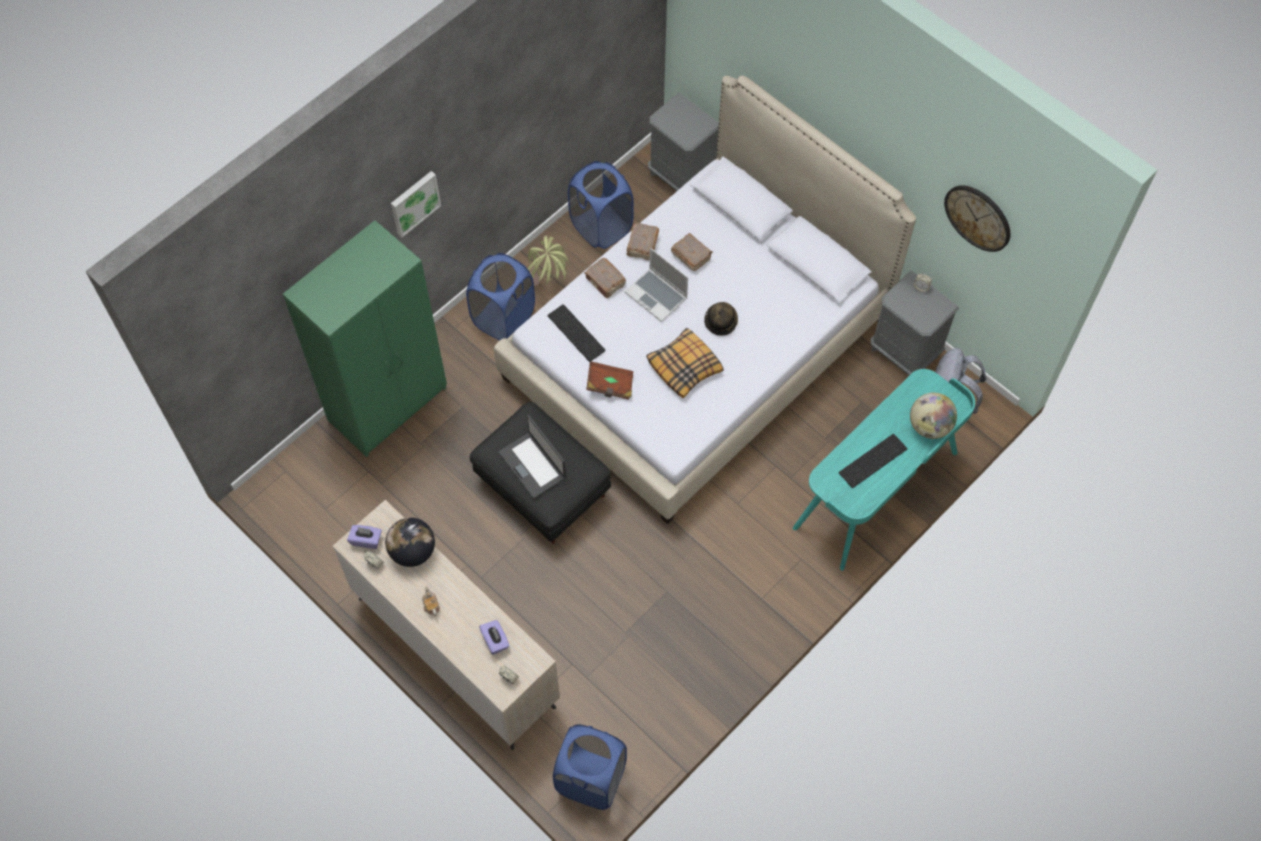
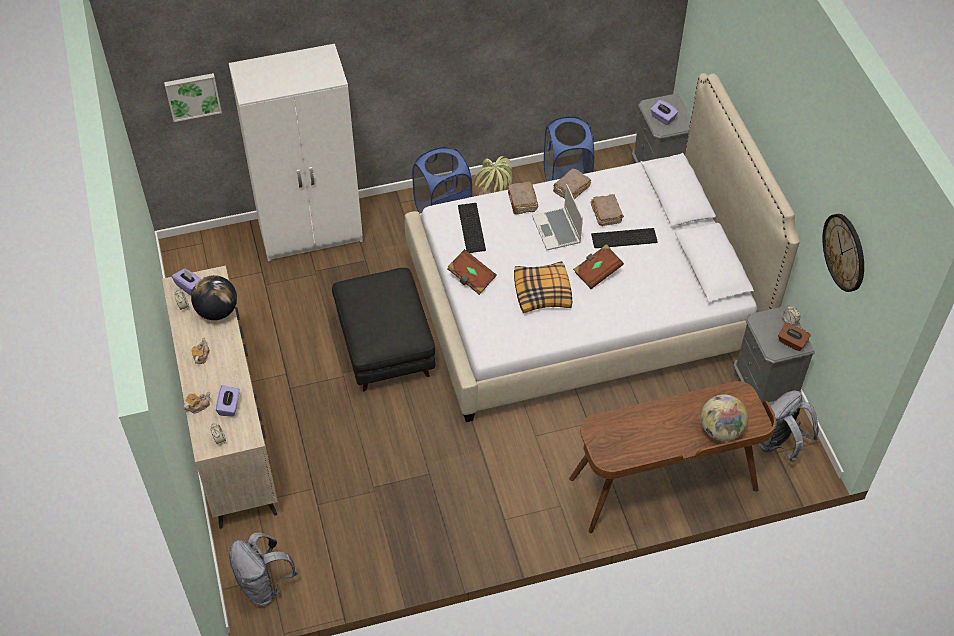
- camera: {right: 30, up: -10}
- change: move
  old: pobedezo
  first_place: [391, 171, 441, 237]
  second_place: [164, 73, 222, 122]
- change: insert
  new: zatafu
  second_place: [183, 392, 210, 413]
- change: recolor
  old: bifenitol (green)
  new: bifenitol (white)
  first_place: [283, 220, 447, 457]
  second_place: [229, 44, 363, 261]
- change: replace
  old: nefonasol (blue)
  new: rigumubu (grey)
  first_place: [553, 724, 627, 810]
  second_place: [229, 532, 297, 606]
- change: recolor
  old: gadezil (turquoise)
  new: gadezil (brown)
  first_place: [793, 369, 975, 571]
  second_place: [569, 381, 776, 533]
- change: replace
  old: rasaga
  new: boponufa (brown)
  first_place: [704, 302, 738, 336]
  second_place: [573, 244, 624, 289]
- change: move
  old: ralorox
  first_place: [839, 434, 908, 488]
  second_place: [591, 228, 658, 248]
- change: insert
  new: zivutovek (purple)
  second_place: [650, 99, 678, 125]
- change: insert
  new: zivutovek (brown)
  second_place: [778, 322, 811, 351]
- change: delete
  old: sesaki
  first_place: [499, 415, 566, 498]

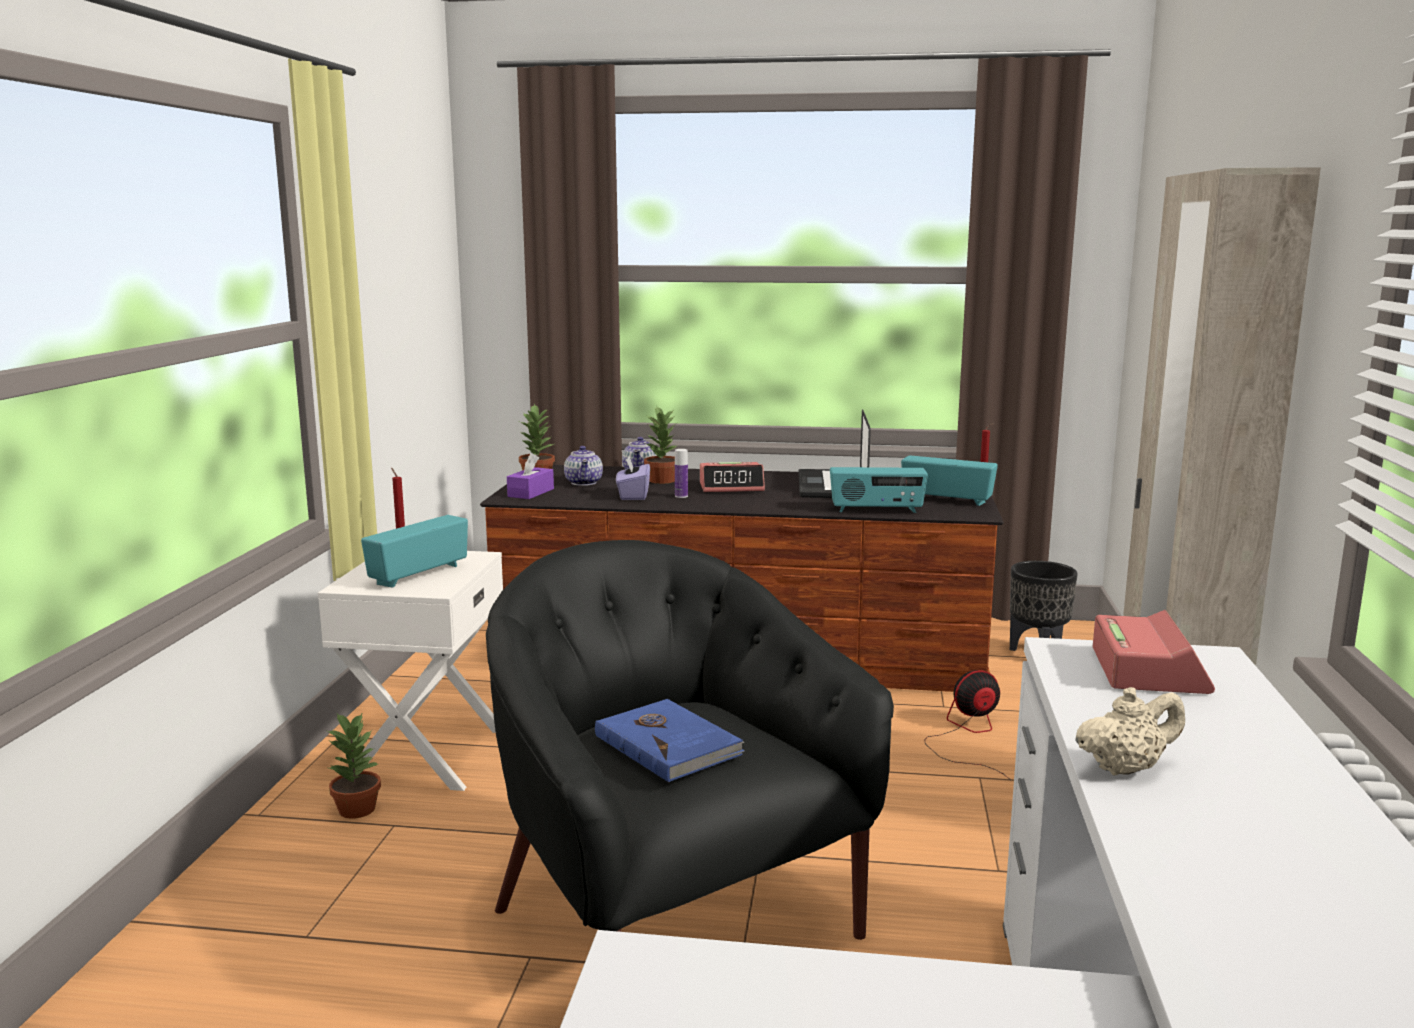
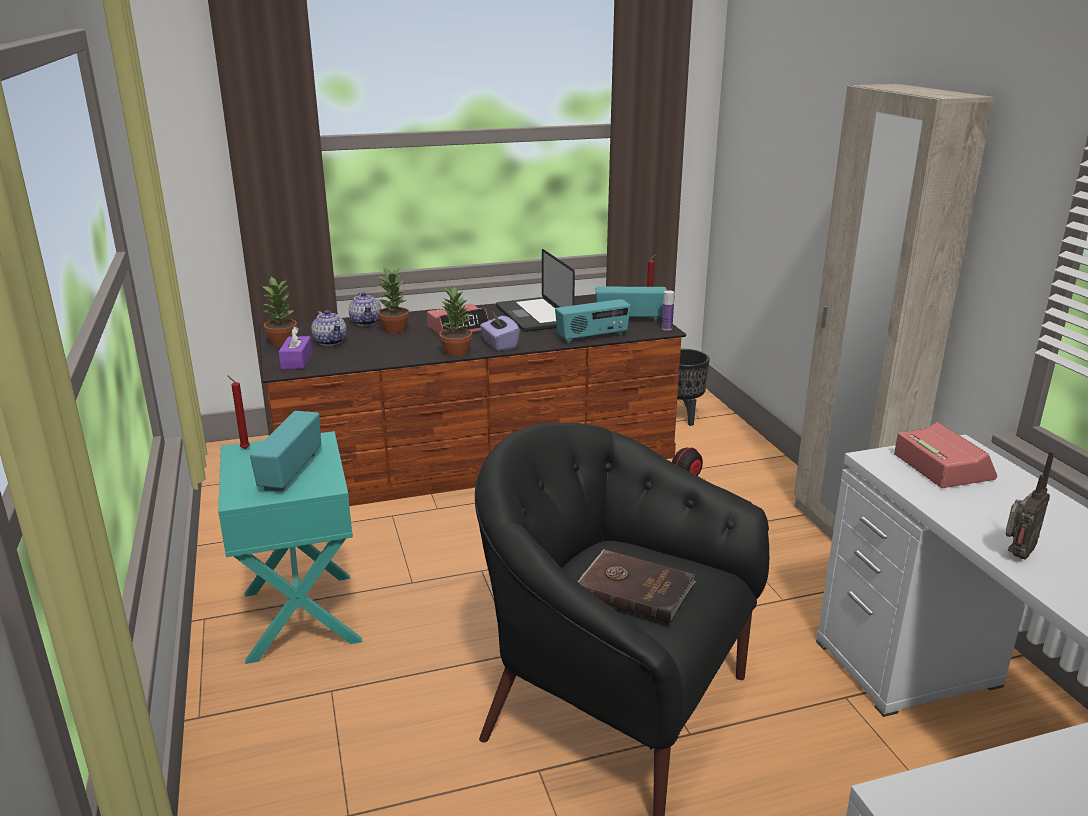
- camera: {right: -25, up: 10}
- change: recolor
  old: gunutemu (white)
  new: gunutemu (turquoise)
  first_place: [318, 551, 503, 791]
  second_place: [218, 431, 363, 664]
- change: move
  old: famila
  first_place: [327, 712, 381, 819]
  second_place: [439, 286, 473, 357]
- change: move
  old: zivutovek (purple)
  first_place: [616, 456, 650, 500]
  second_place: [480, 313, 520, 351]
- change: recolor
  old: boponufa (blue)
  new: boponufa (brown)
  first_place: [595, 699, 745, 782]
  second_place: [578, 549, 696, 624]
- change: move
  old: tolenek
  first_place: [675, 449, 688, 498]
  second_place: [662, 290, 674, 331]
- change: replace
  old: zatafu (beige)
  new: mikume
  first_place: [1075, 687, 1185, 776]
  second_place: [1006, 451, 1054, 560]

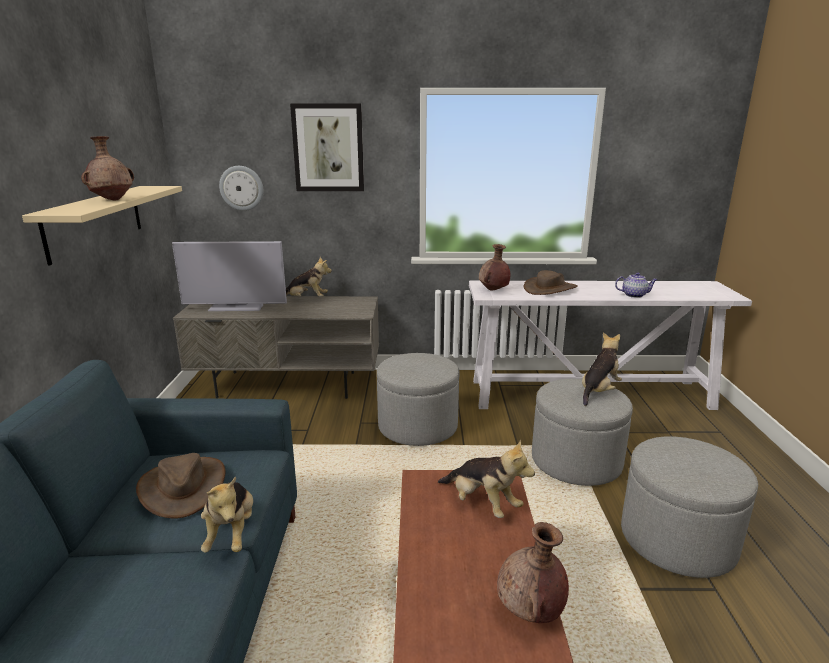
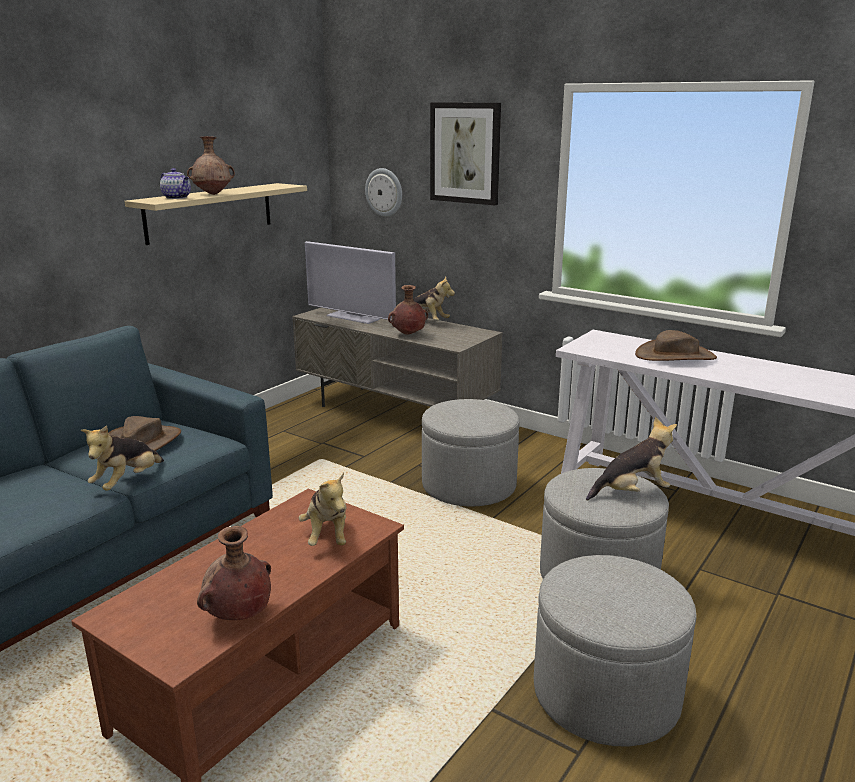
- camera: {right: 35, up: 0}
- change: move
  old: zatafu
  first_place: [615, 272, 658, 298]
  second_place: [160, 168, 191, 199]
- change: move
  old: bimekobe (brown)
  first_place: [479, 244, 510, 290]
  second_place: [388, 285, 428, 334]

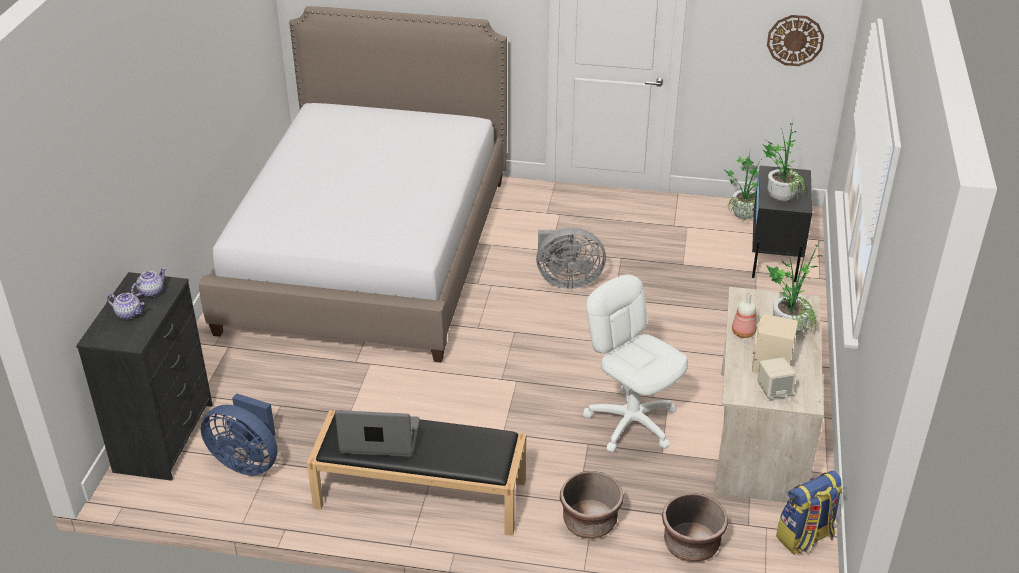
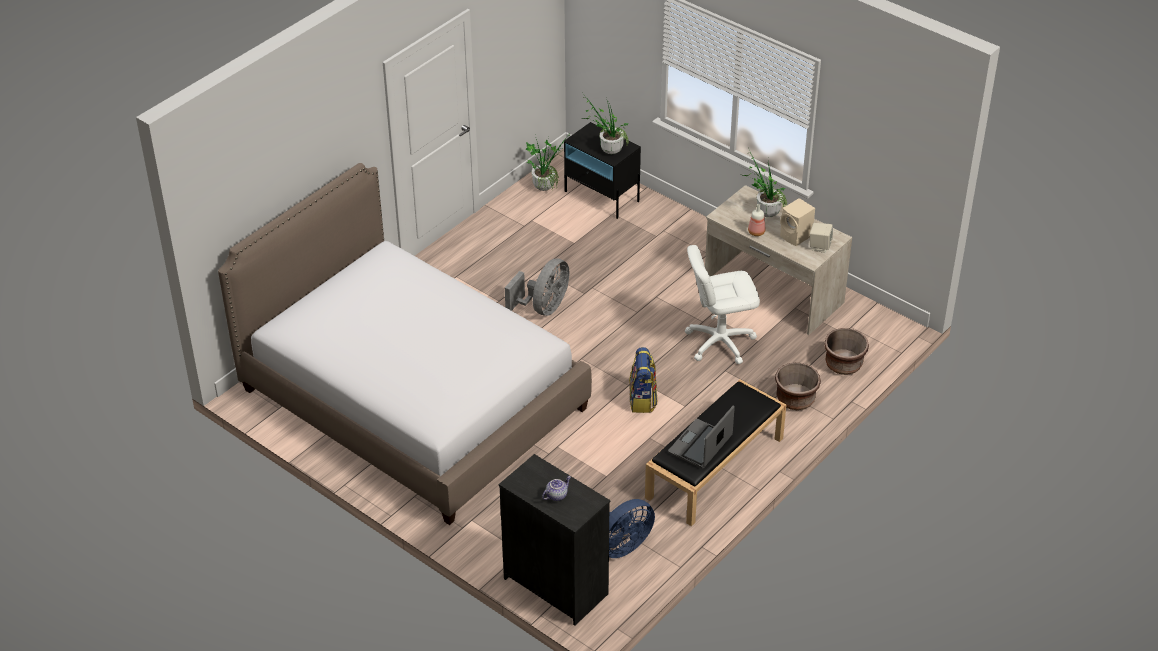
- camera: {right: -60, up: 5}
- change: move
  old: rigumubu
  first_place: [776, 471, 843, 554]
  second_place: [629, 347, 657, 413]
- change: delete
  old: zatafu
  first_place: [131, 267, 166, 297]
- change: delete
  old: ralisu
  first_place: [767, 15, 824, 66]

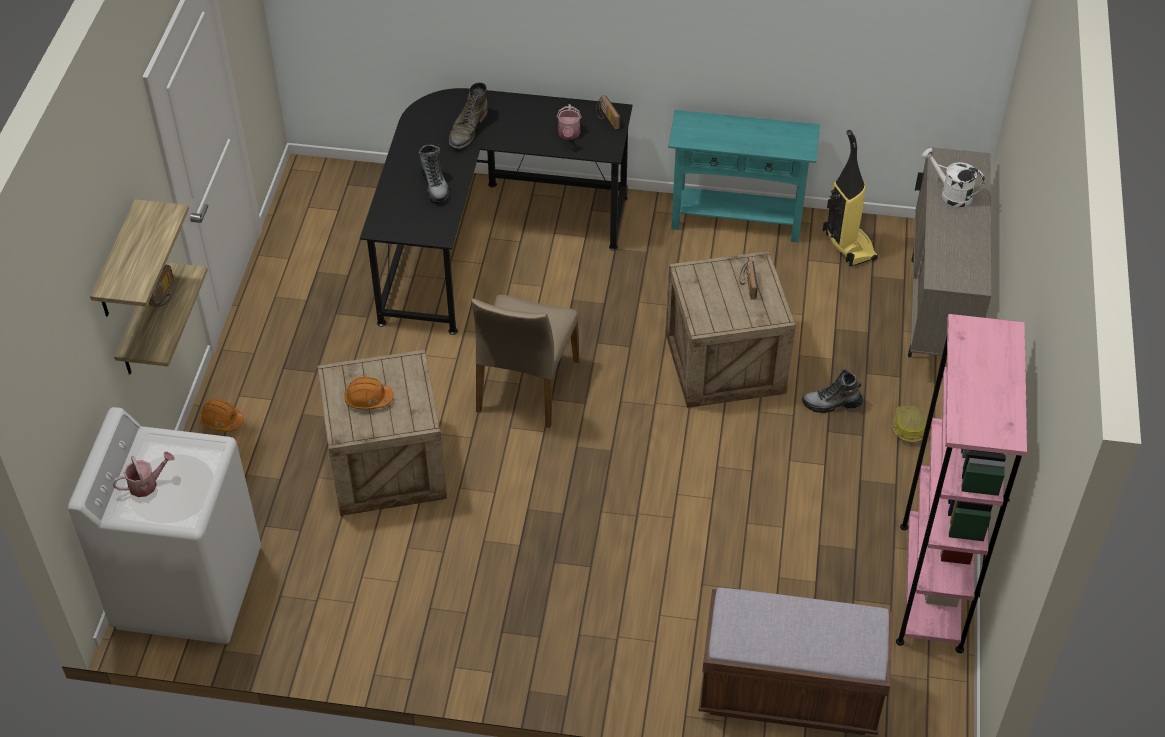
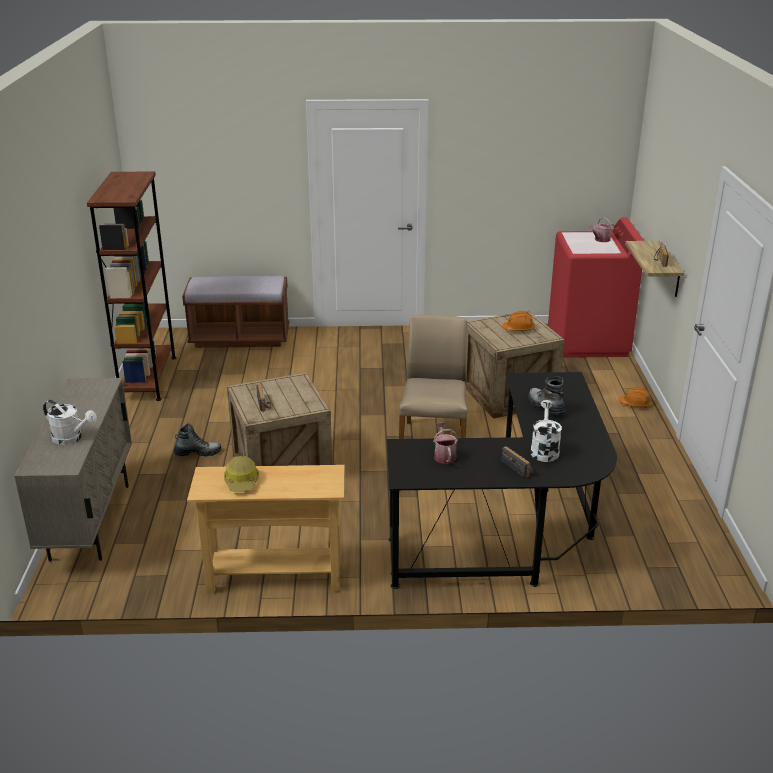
- camera: {right: 170, up: -20}
- change: recolor
  old: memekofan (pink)
  new: memekofan (brown)
  first_place: [896, 314, 1027, 653]
  second_place: [87, 172, 176, 401]
- change: recolor
  old: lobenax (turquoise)
  new: lobenax (beige)
  first_place: [668, 110, 820, 242]
  second_place: [187, 465, 345, 594]
- change: move
  old: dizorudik
  first_place: [892, 406, 926, 443]
  second_place: [224, 456, 259, 492]
- change: move
  old: mikume
  first_place: [596, 95, 620, 129]
  second_place: [502, 446, 533, 478]
- change: replace
  old: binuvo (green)
  new: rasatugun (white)
  first_place: [449, 82, 487, 149]
  second_place: [530, 400, 562, 462]
- change: recolor
  old: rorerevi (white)
  new: rorerevi (red)
  first_place: [68, 407, 261, 644]
  second_place: [548, 218, 644, 358]
- change: delete
  old: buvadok
  first_place: [90, 199, 189, 317]
- change: delete
  old: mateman
  first_place: [823, 130, 878, 267]

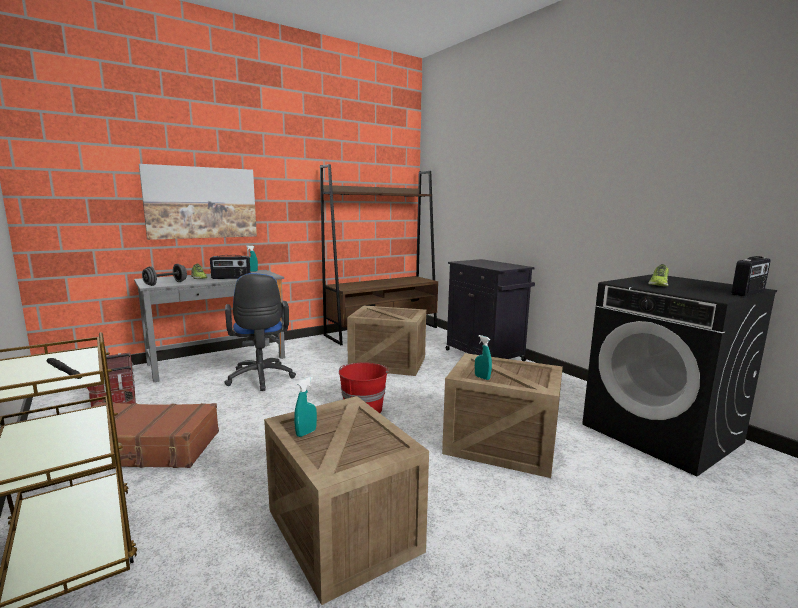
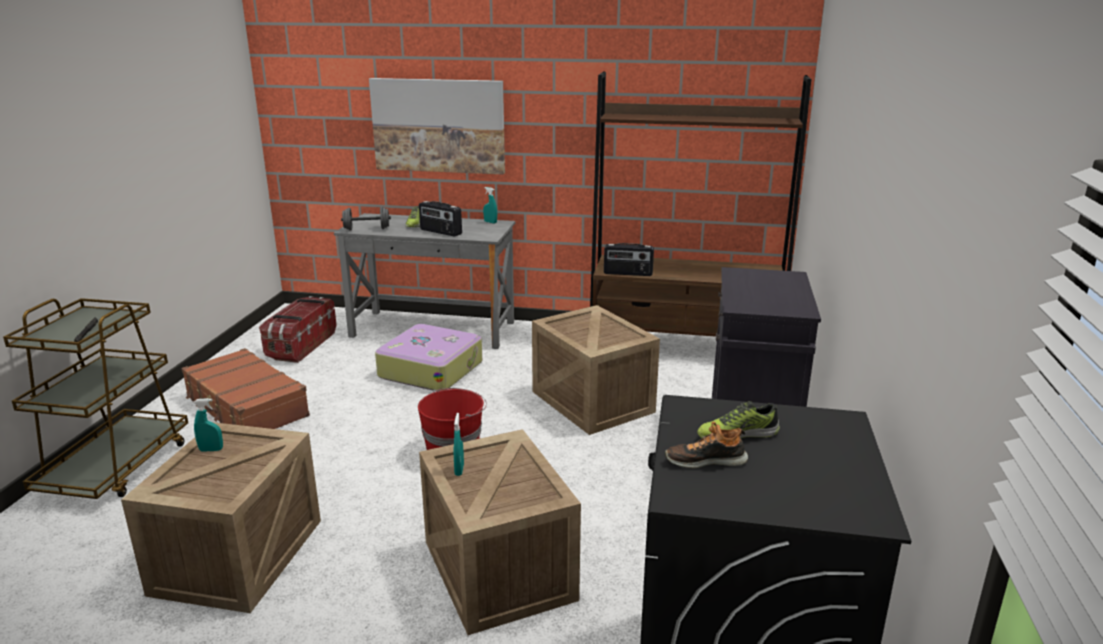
- camera: {right: 45, up: 10}
- change: replace
  old: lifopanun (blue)
  new: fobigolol
  first_place: [224, 273, 296, 391]
  second_place: [375, 324, 482, 391]
- change: move
  old: mikume
  first_place: [731, 256, 771, 297]
  second_place: [604, 243, 654, 276]
- change: insert
  new: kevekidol
  second_place: [665, 422, 748, 468]

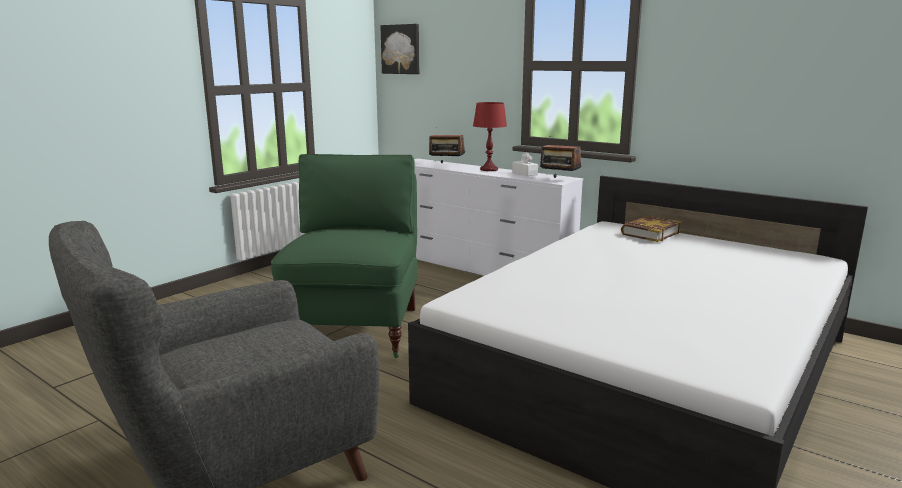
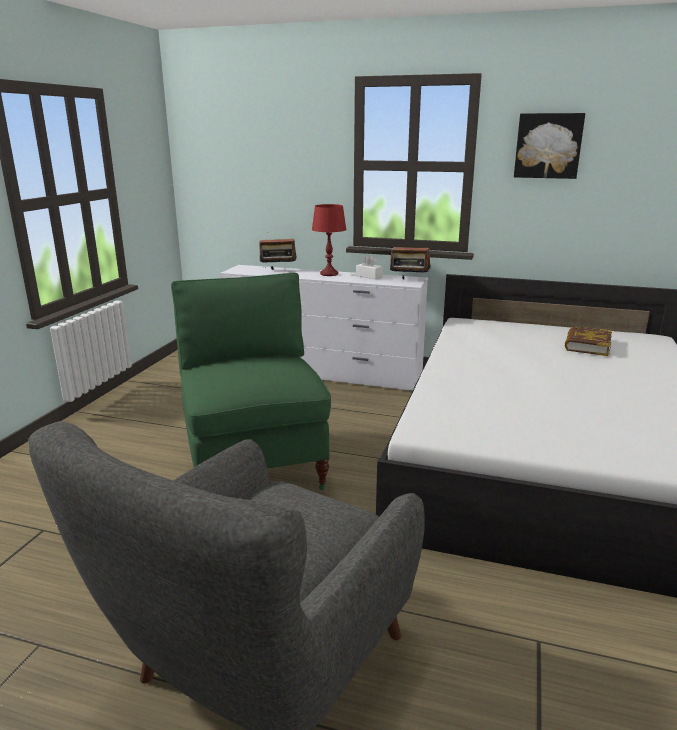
- camera: {right: -20, up: 5}
- change: move
  old: pobedezo
  first_place: [380, 24, 419, 74]
  second_place: [514, 113, 585, 179]
- change: move
  old: boponufa
  first_place: [621, 216, 682, 242]
  second_place: [565, 326, 612, 356]

